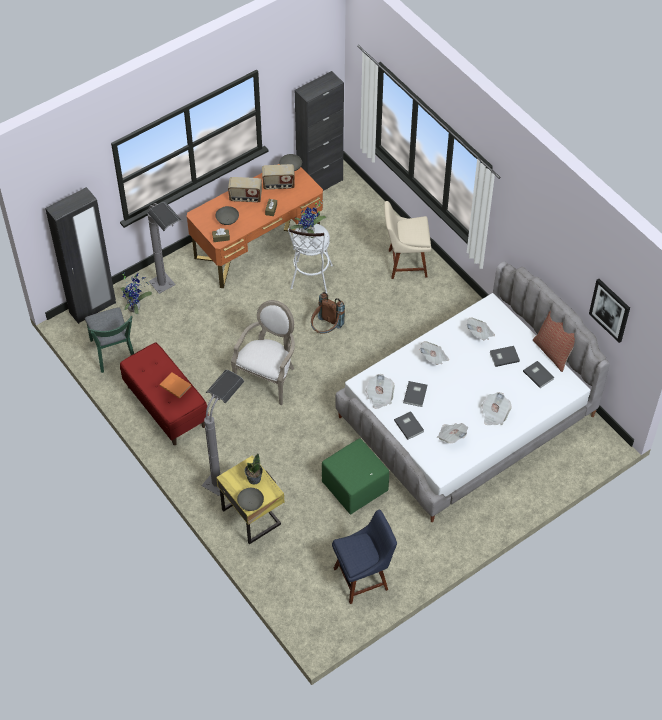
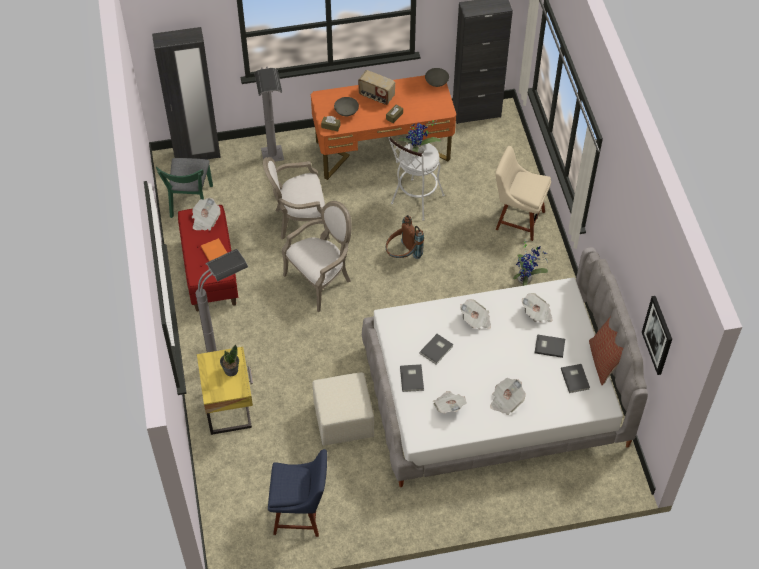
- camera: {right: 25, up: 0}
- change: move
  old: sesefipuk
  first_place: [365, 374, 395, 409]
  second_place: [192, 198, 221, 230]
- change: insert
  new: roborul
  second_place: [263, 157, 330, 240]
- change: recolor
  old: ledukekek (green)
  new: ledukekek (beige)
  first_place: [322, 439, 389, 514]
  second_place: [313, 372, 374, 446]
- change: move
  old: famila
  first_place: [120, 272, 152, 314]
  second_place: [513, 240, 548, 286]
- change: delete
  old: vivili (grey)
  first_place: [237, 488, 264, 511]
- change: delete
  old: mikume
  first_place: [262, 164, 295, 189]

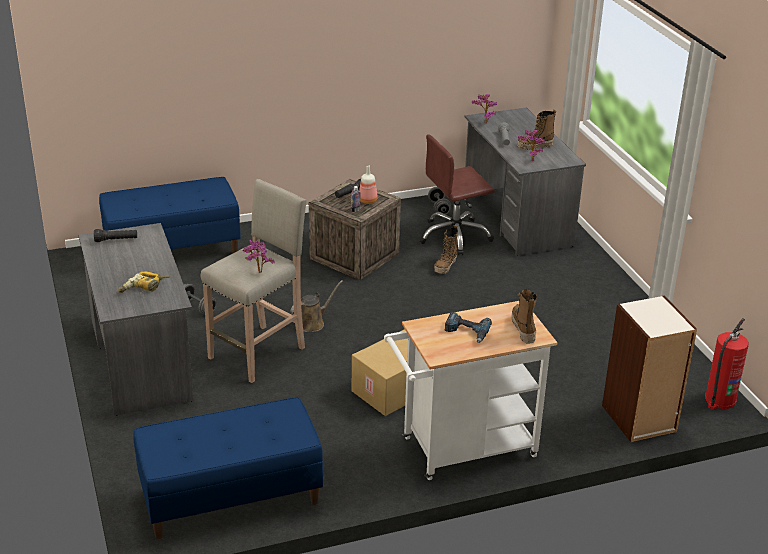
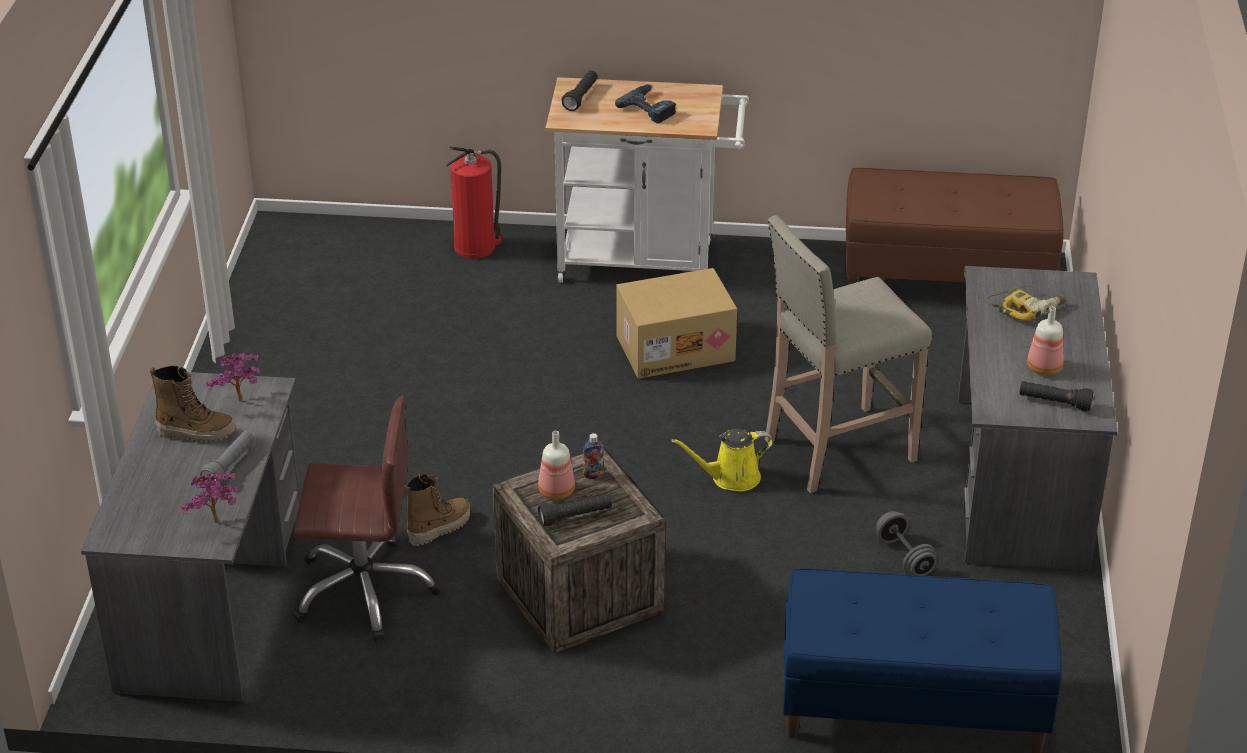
- camera: {right: -155, up: 5}
- change: move
  old: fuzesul
  first_place: [705, 318, 749, 410]
  second_place: [446, 147, 502, 259]
- change: replace
  old: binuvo
  new: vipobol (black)
  first_place: [512, 289, 537, 343]
  second_place: [562, 70, 598, 111]
- change: recolor
  old: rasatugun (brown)
  new: rasatugun (yellow)
  first_place: [291, 280, 343, 332]
  second_place: [671, 429, 773, 491]
- change: recolor
  old: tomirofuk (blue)
  new: tomirofuk (brown)
  first_place: [133, 397, 323, 539]
  second_place: [845, 168, 1063, 285]
- change: insert
  new: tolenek
  second_place: [1027, 307, 1064, 375]
- change: delete
  old: famila
  first_place: [243, 240, 275, 273]
- change: delete
  old: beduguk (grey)
  first_place: [428, 187, 451, 214]
- change: delete
  old: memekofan
  first_place: [602, 296, 697, 442]

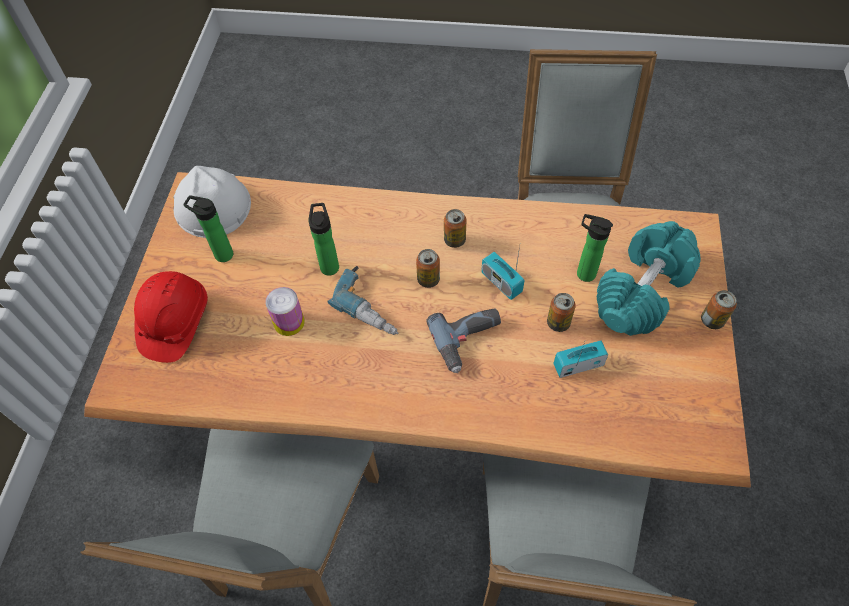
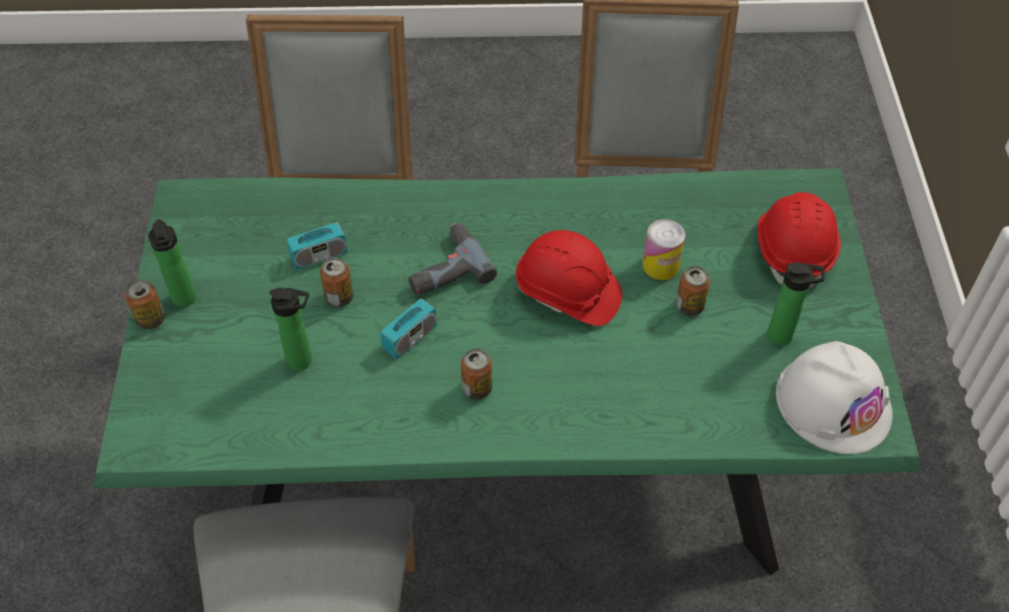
- camera: {right: 170, up: -5}
- change: recolor
  old: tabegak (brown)
  new: tabegak (green)
  first_place: [84, 172, 751, 488]
  second_place: [93, 168, 921, 576]
- change: move
  old: tolenek
  first_place: [308, 203, 339, 276]
  second_place: [148, 219, 196, 307]
- change: rotate
  old: mikume
  first_place: [481, 246, 525, 300]
  second_place: [380, 272, 437, 359]
  degrees: 90
- change: replace
  old: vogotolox
  new: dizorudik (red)
  first_place: [327, 266, 398, 335]
  second_place: [516, 230, 622, 326]
- change: move
  old: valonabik
  first_place: [416, 249, 440, 288]
  second_place: [676, 266, 710, 316]
- change: delete
  old: beduguk (turquoise)
  first_place: [597, 221, 701, 336]

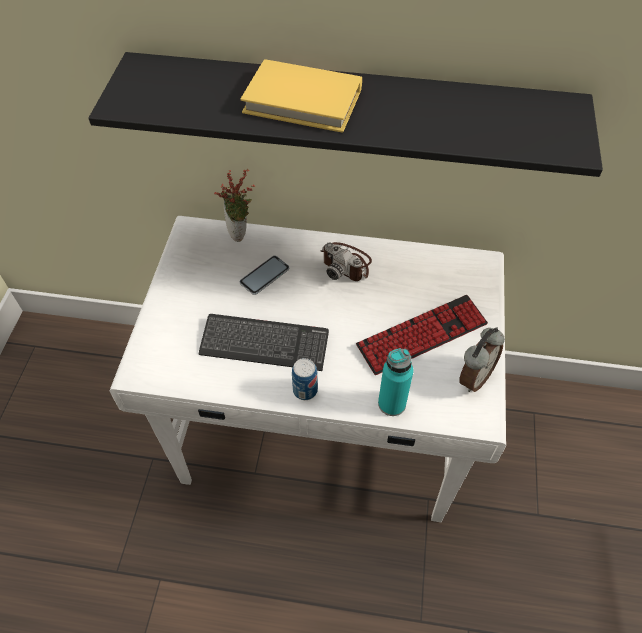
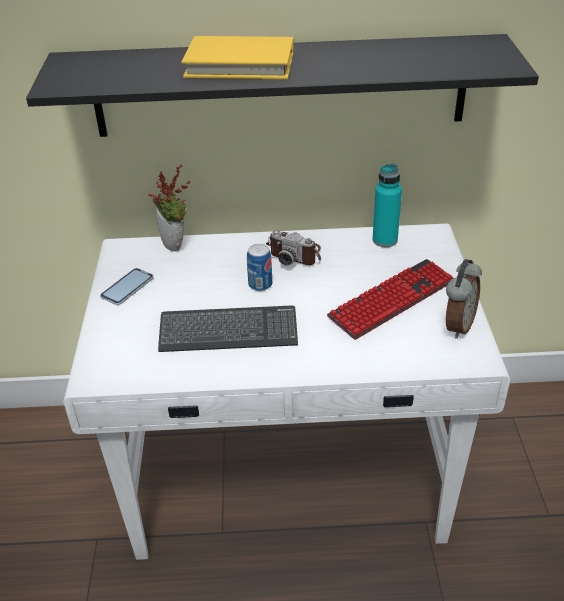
- camera: {right: -10, up: -15}
- change: move
  old: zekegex
  first_place: [240, 256, 289, 295]
  second_place: [100, 268, 154, 305]
- change: move
  old: valonabik
  first_place: [292, 358, 318, 400]
  second_place: [247, 244, 272, 291]
- change: move
  old: tolenek (turquoise)
  first_place: [378, 348, 413, 416]
  second_place: [373, 163, 402, 247]

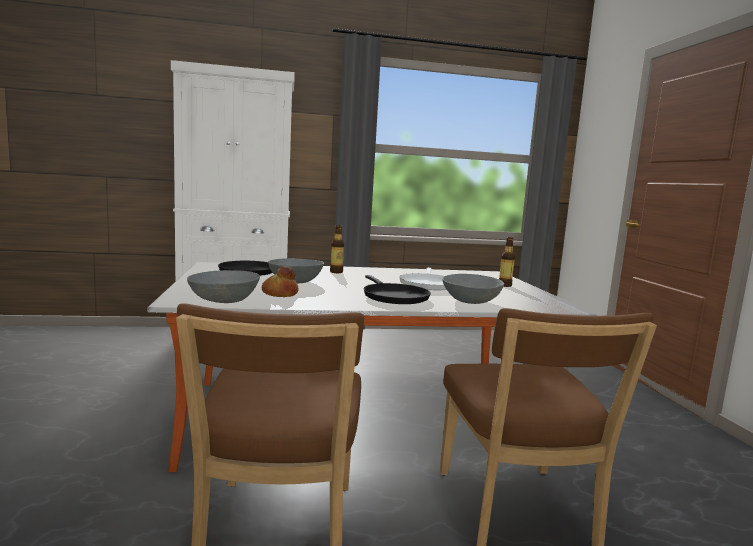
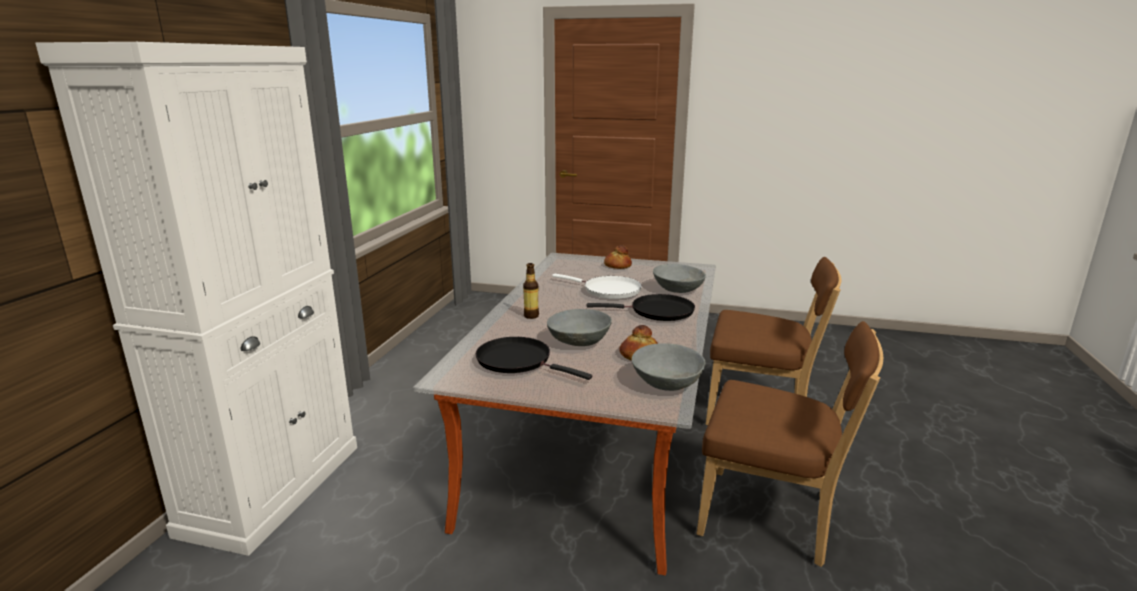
- camera: {right: -65, up: 10}
- change: replace
  old: tolenek
  new: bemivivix
  first_place: [499, 237, 515, 287]
  second_place: [604, 245, 632, 269]

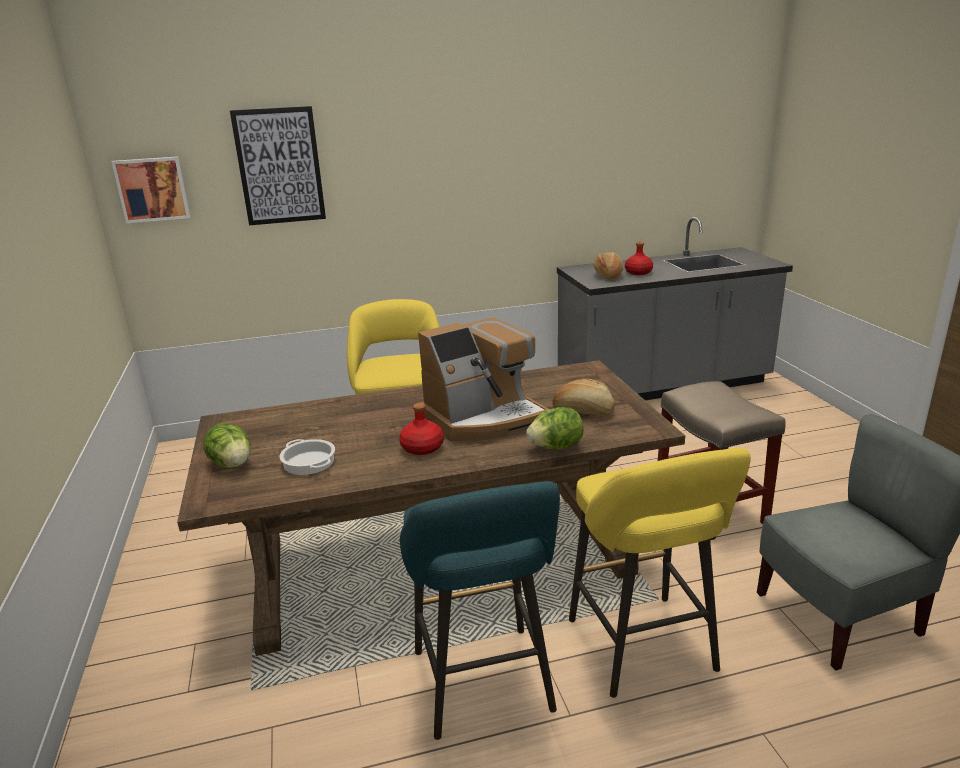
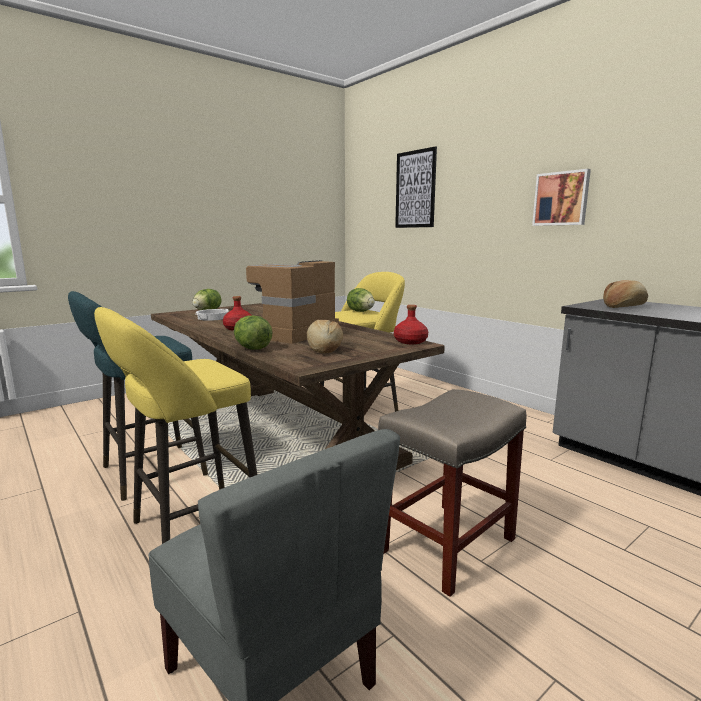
- camera: {right: 65, up: -10}
- change: rotate
  old: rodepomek
  first_place: [418, 317, 550, 441]
  second_place: [235, 260, 339, 344]
  degrees: 90
- change: insert
  new: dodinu
  second_place: [347, 288, 375, 312]
- change: move
  old: tolenek (red)
  first_place: [625, 242, 653, 275]
  second_place: [394, 305, 428, 344]
- change: move
  old: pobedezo
  first_place: [112, 157, 190, 223]
  second_place: [532, 169, 591, 226]

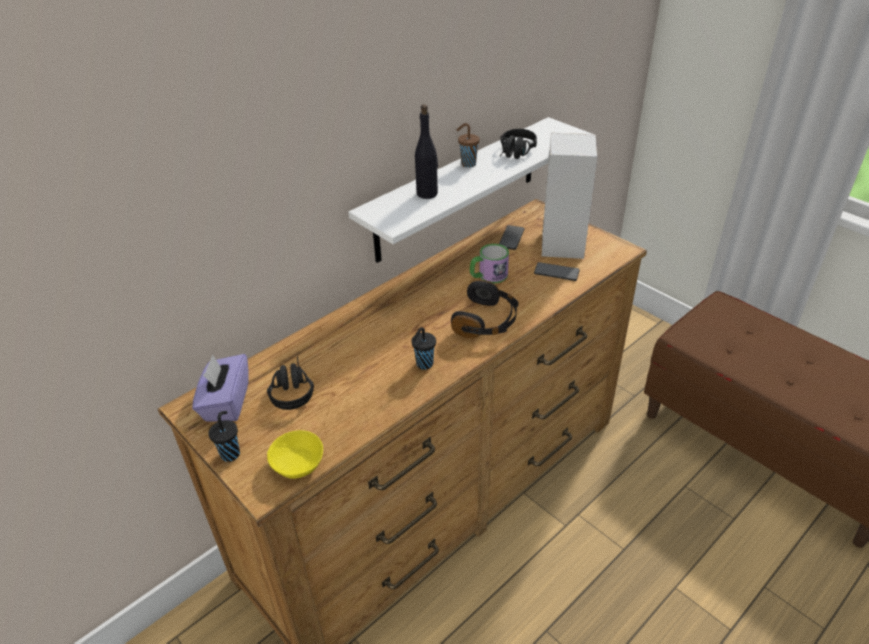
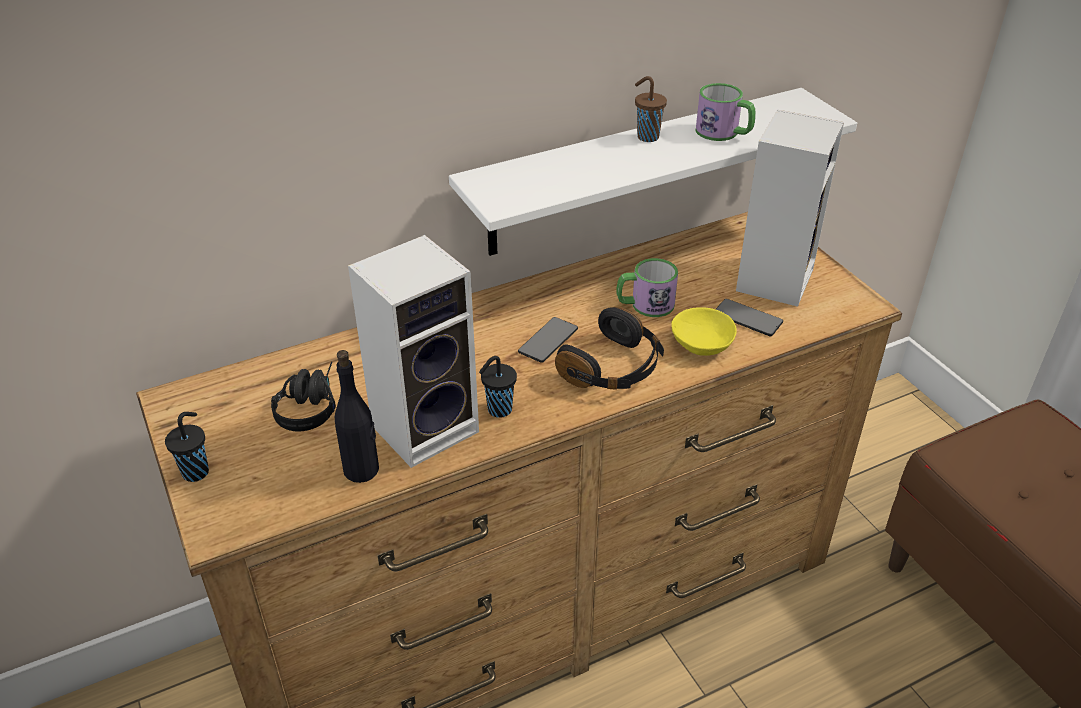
- camera: {right: 15, up: 0}
- change: move
  old: tolenek (black)
  first_place: [415, 104, 438, 199]
  second_place: [335, 350, 379, 483]
- change: insert
  new: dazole
  second_place: [348, 235, 479, 468]
- change: move
  old: zekegex
  first_place: [499, 225, 525, 250]
  second_place: [518, 317, 578, 363]
- change: move
  old: vivili (yellow)
  first_place: [267, 430, 323, 479]
  second_place: [671, 307, 737, 356]
- change: replace
  old: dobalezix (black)
  new: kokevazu
  first_place: [500, 129, 537, 159]
  second_place: [696, 83, 756, 141]
- change: delete
  old: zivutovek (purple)
  first_place: [192, 354, 249, 422]

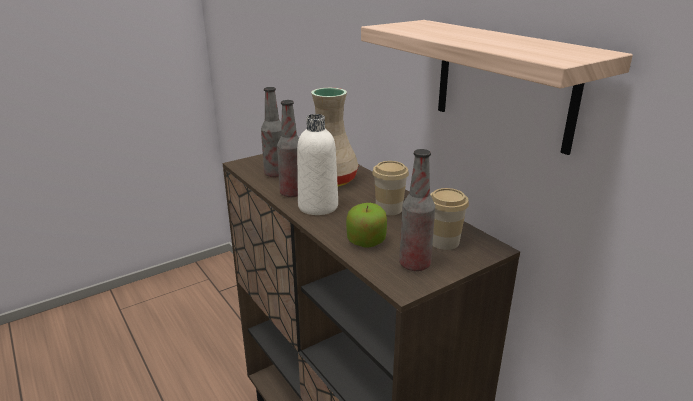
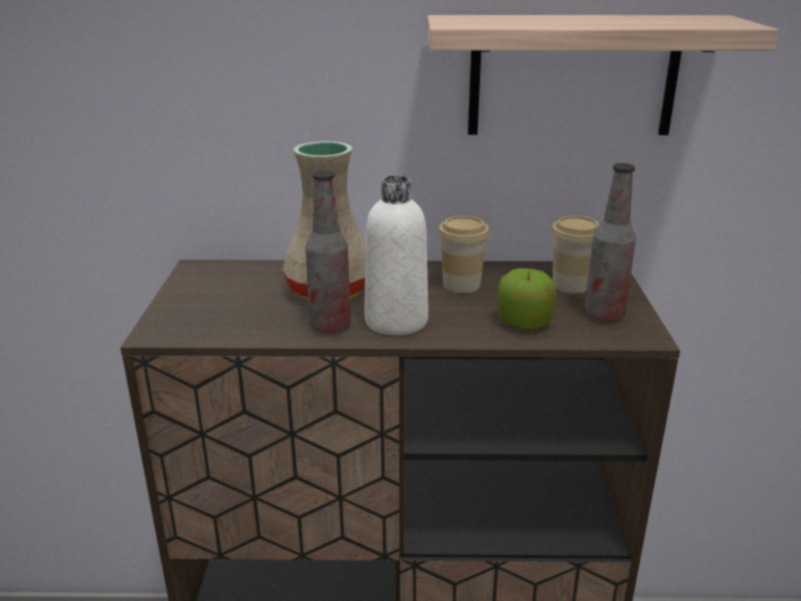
- camera: {right: -55, up: 0}
- change: delete
  old: tolenek
  first_place: [261, 87, 281, 177]

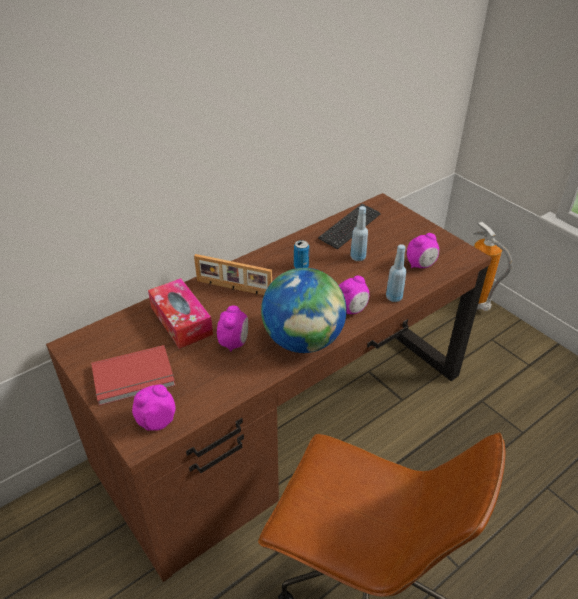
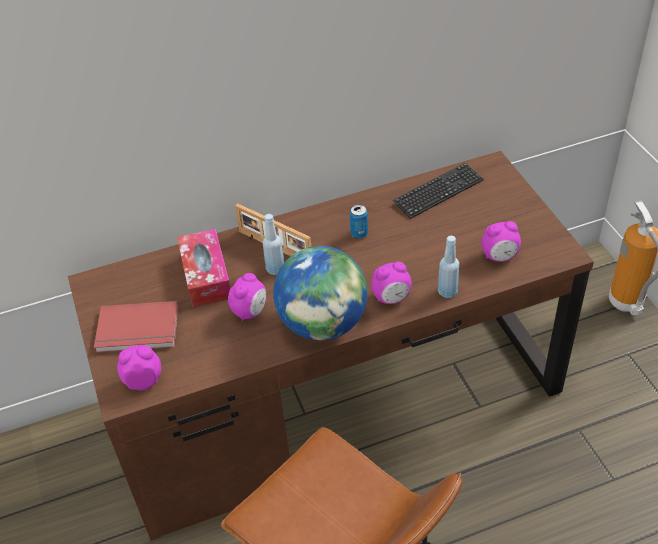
- camera: {right: 20, up: 5}
- change: move
  old: tolenek (blue)
  first_place: [350, 206, 368, 261]
  second_place: [263, 214, 284, 275]

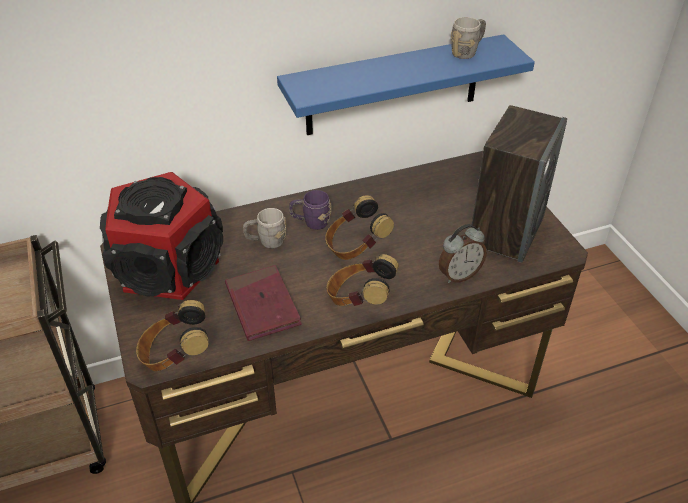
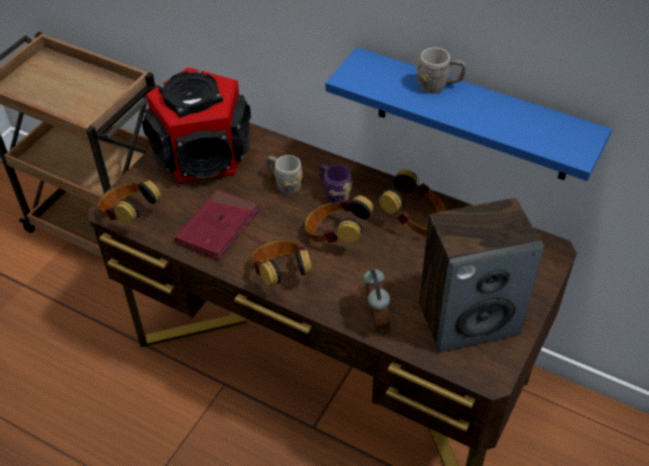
- camera: {right: 50, up: 5}
- change: rotate
  old: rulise
  first_place: [439, 224, 487, 283]
  second_place: [363, 268, 390, 332]
  degrees: -120
- change: insert
  new: dobalezix
  second_place: [379, 169, 446, 235]
- change: move
  old: kokevazu (grey)
  first_place: [451, 17, 486, 59]
  second_place: [417, 48, 466, 94]

